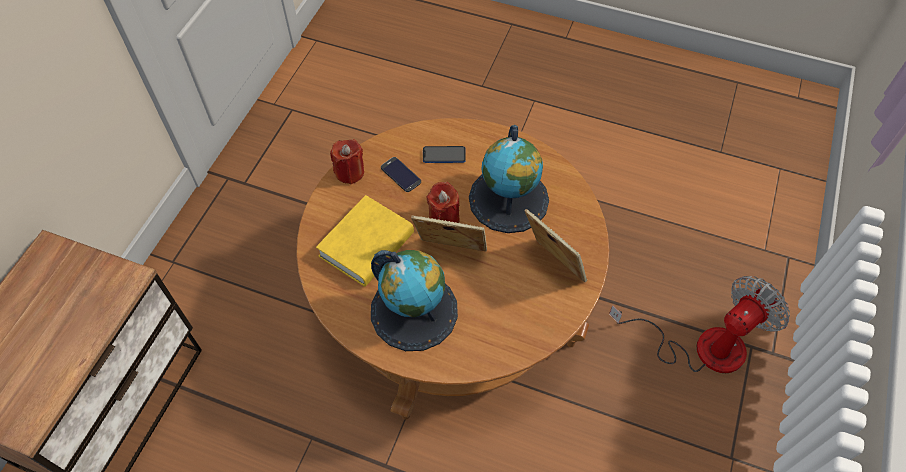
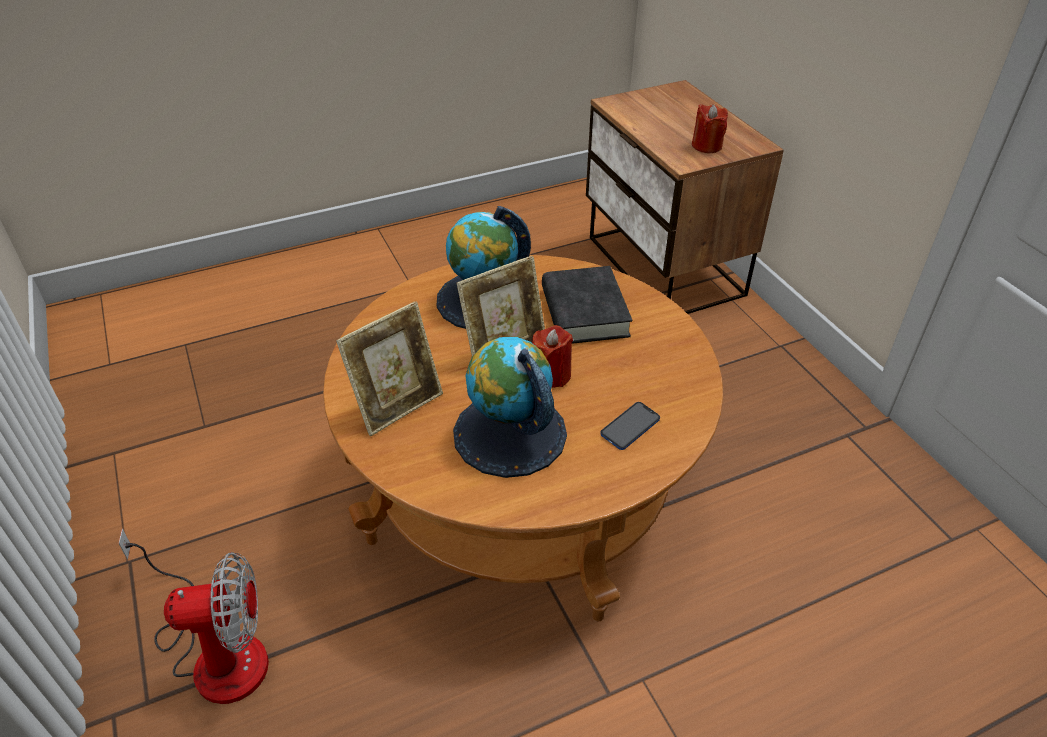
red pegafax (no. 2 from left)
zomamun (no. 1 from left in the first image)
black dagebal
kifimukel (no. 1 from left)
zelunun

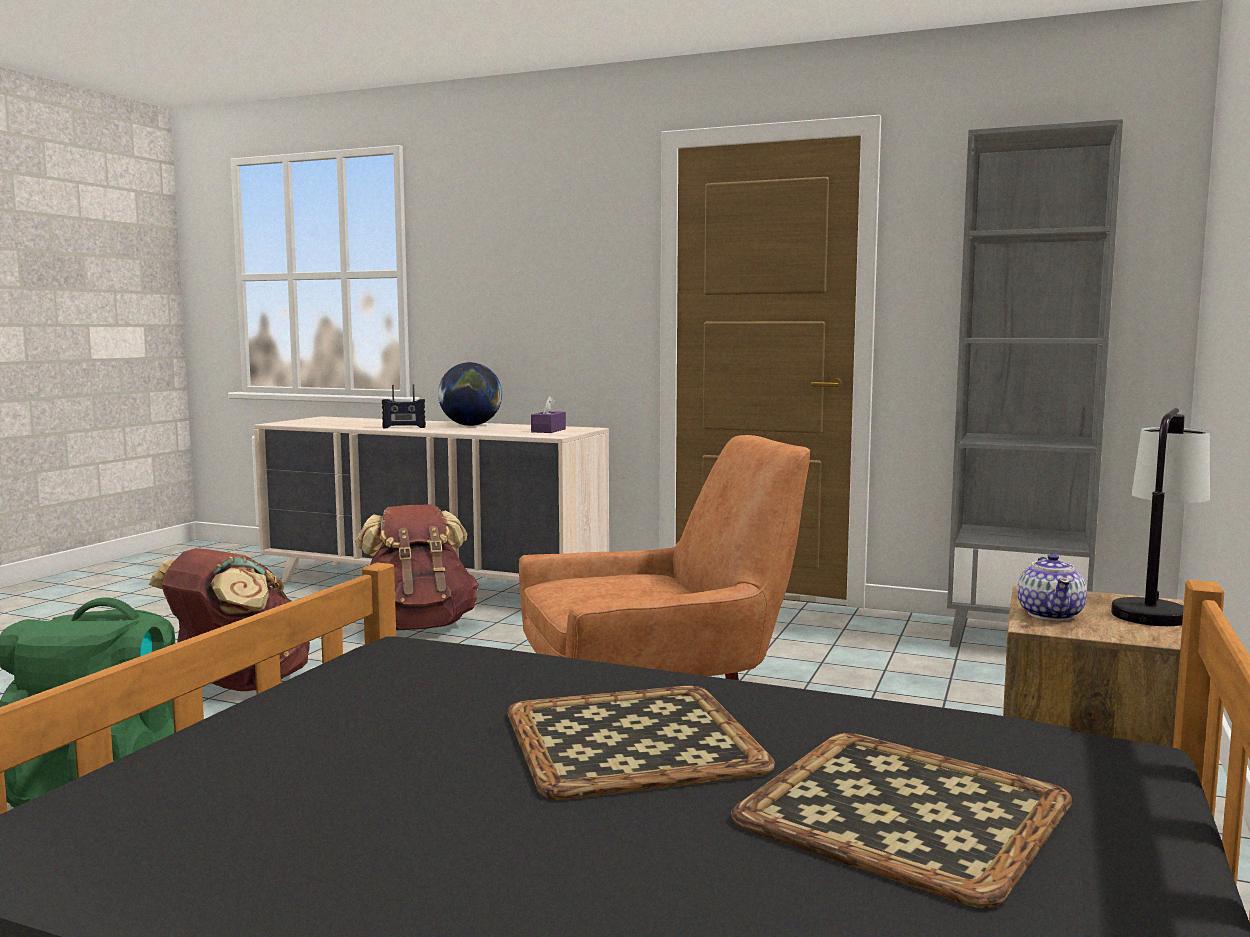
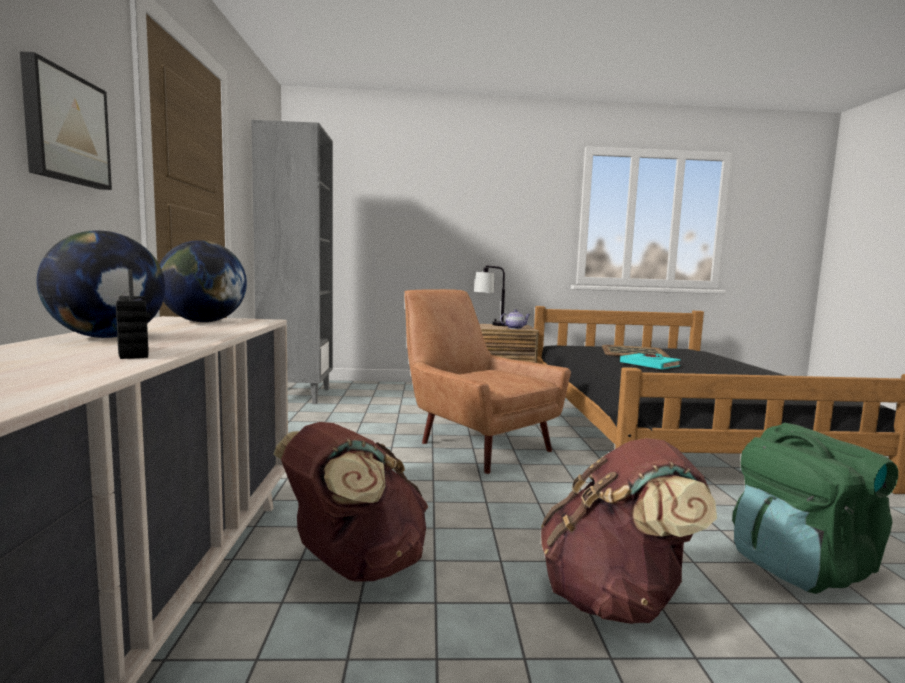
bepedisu (no. 2 from left)
turquoise dagebal
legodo

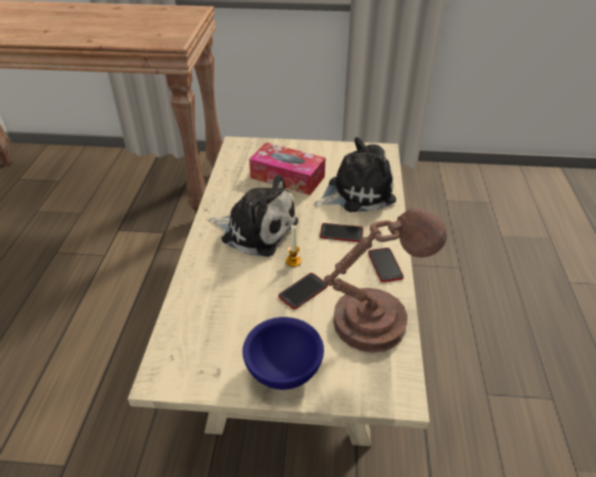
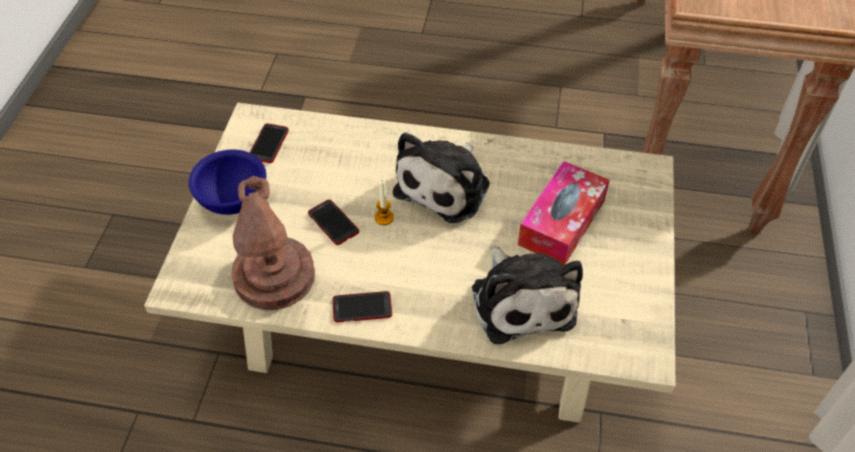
zomamun (no. 1 from left)

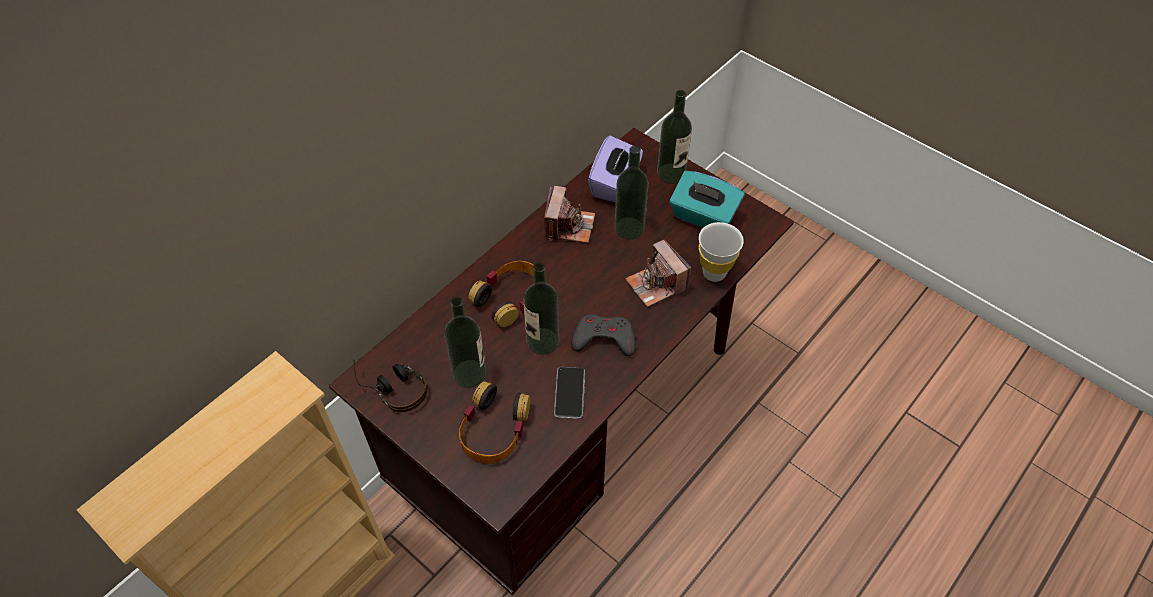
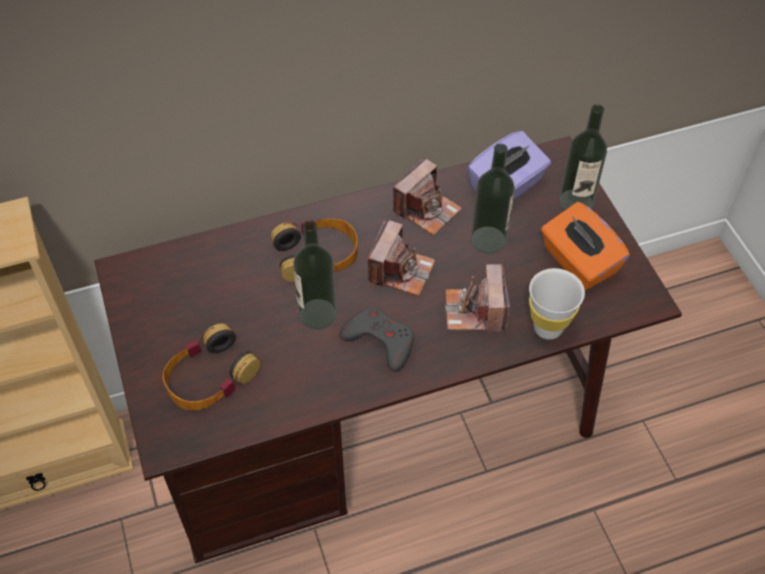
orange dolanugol
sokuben (no. 1 from left in the first image)
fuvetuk (no. 1 from left in the first image)
zomamun
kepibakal (no. 1 from left)

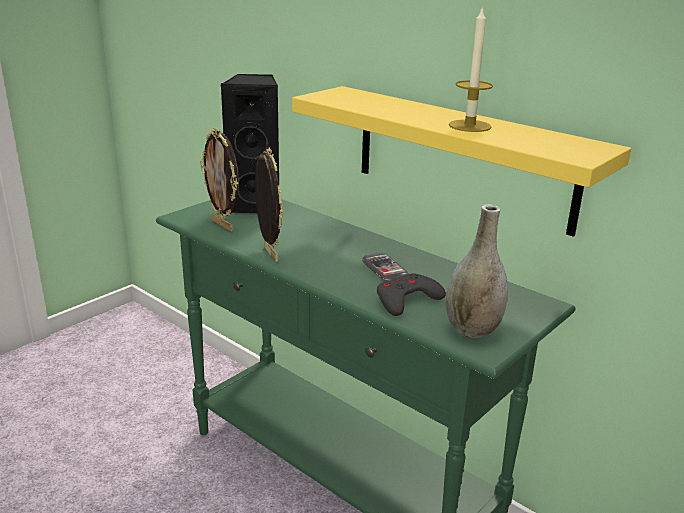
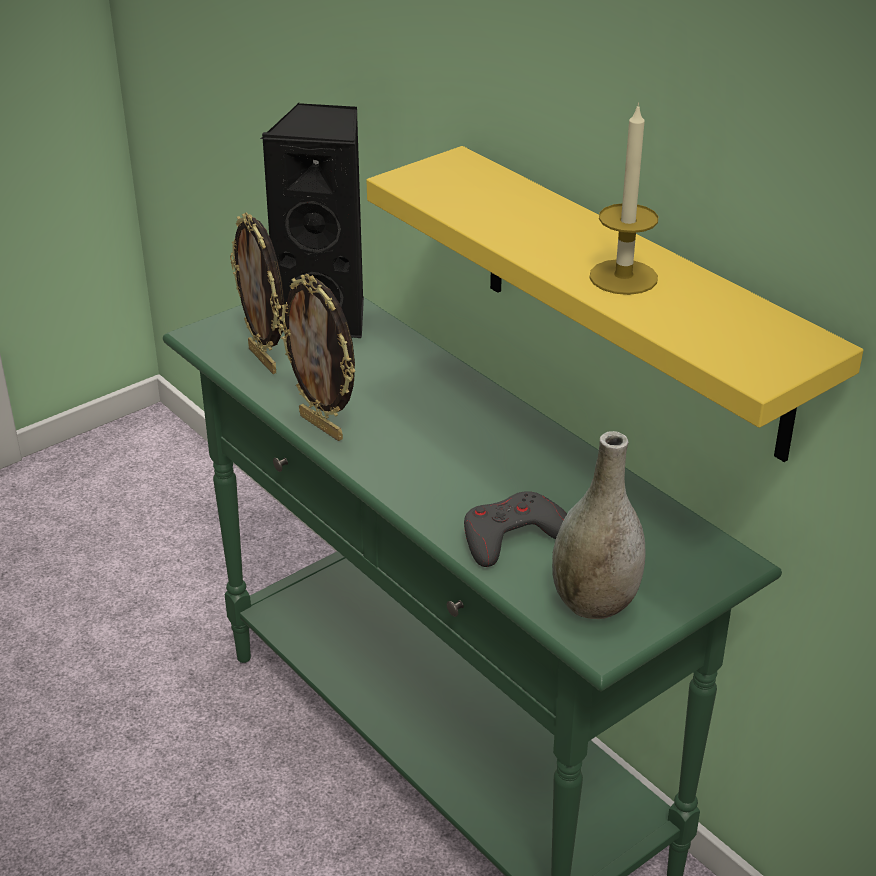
kifimukel (no. 2 from left)
zomamun

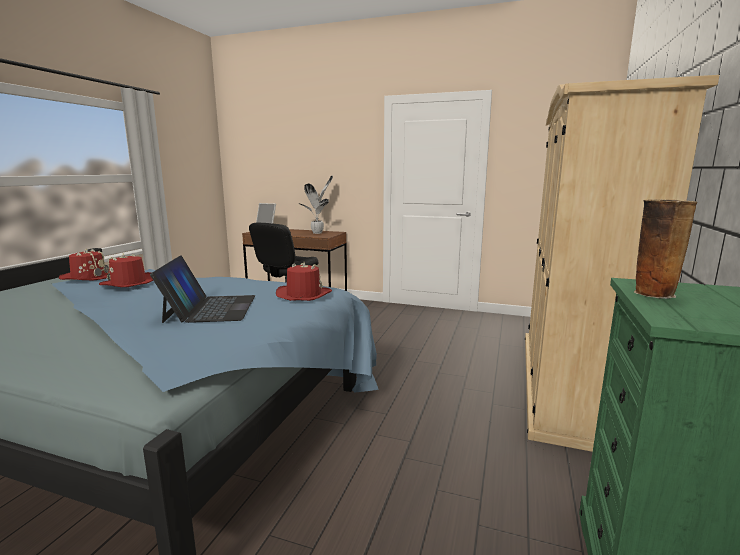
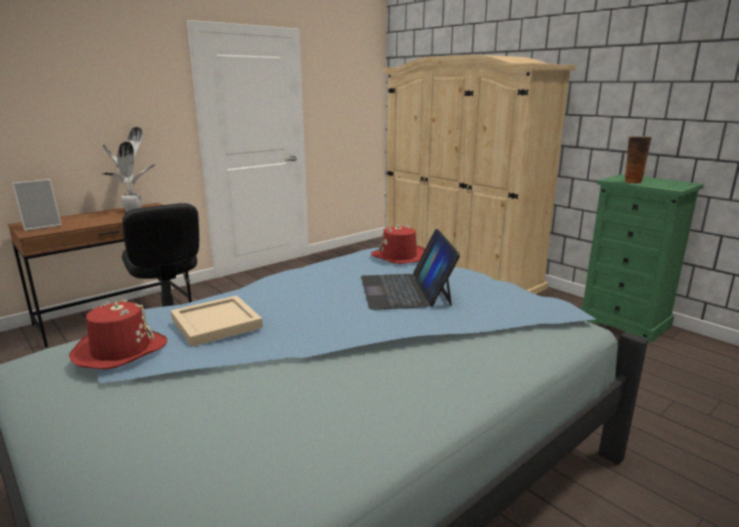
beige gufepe
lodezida

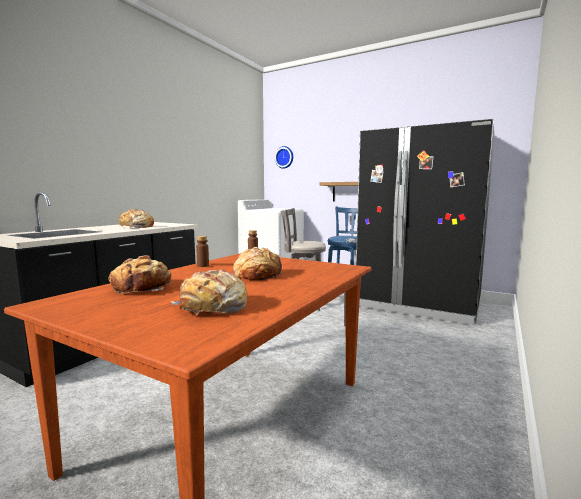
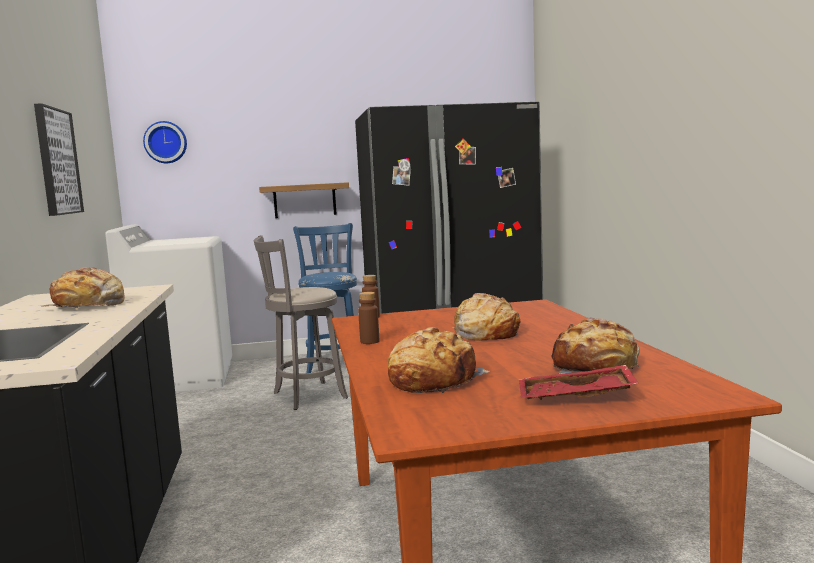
legodo
red gufepe

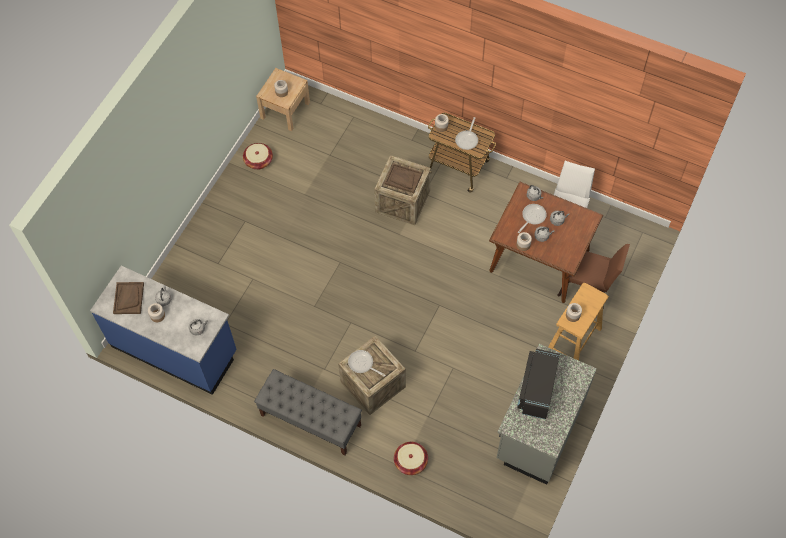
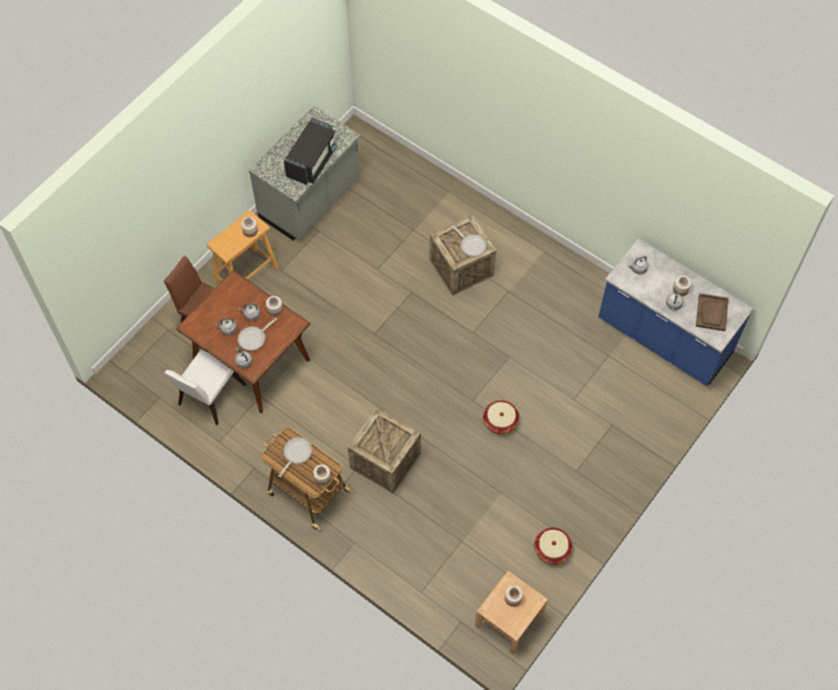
brown gufepe (no. 2 from left in the first image)
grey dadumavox
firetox (no. 1 from left)

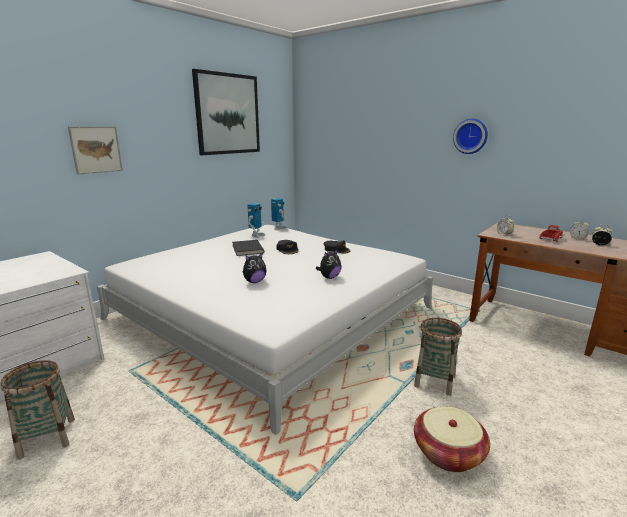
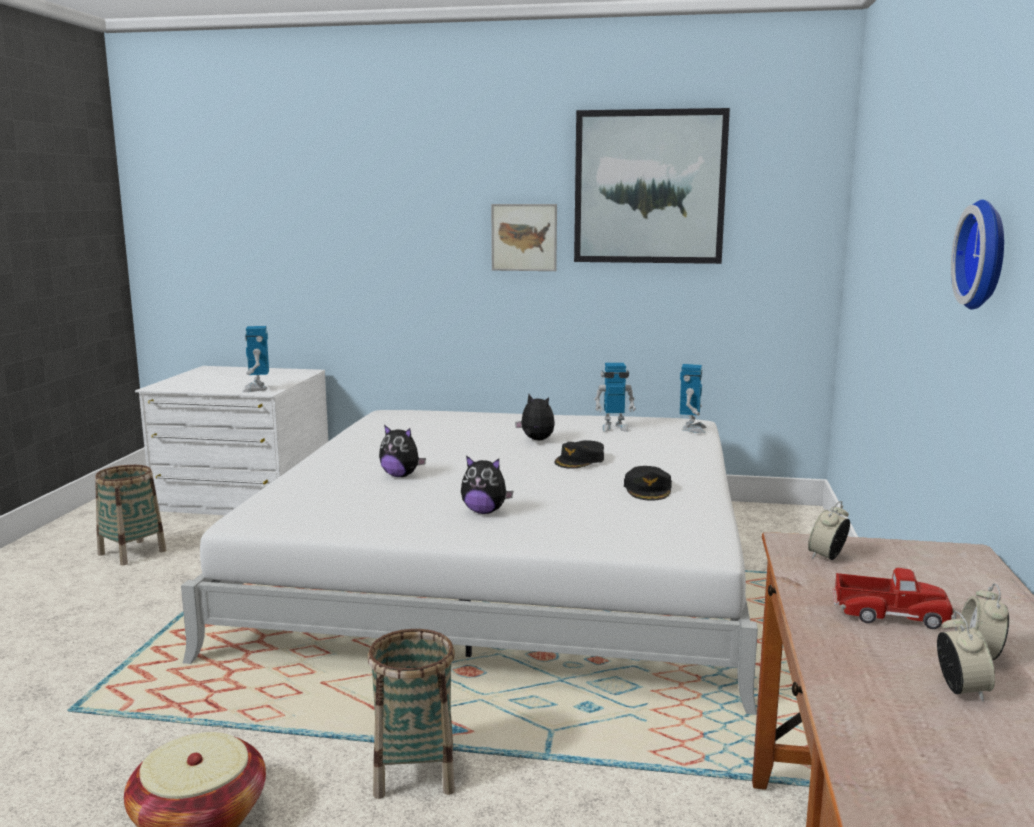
legodo (no. 1 from left)
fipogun (no. 3 from left)
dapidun (no. 1 from left)

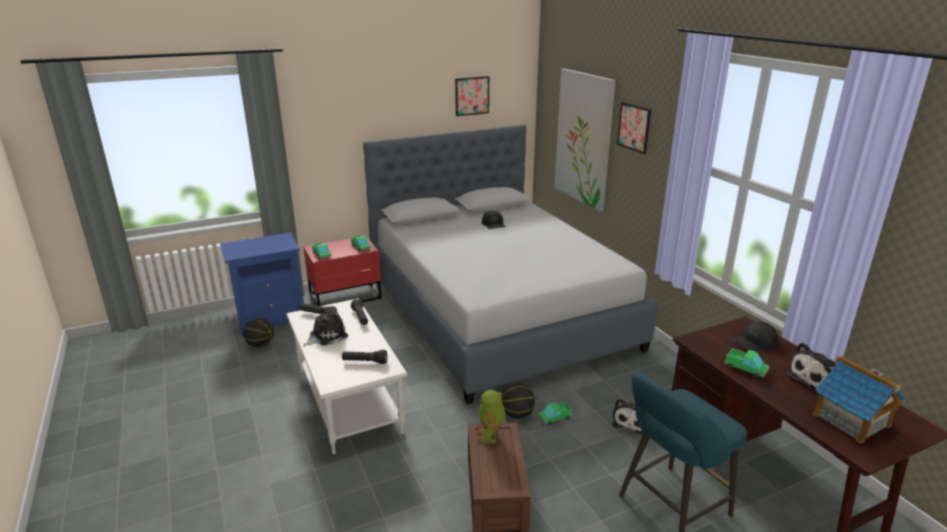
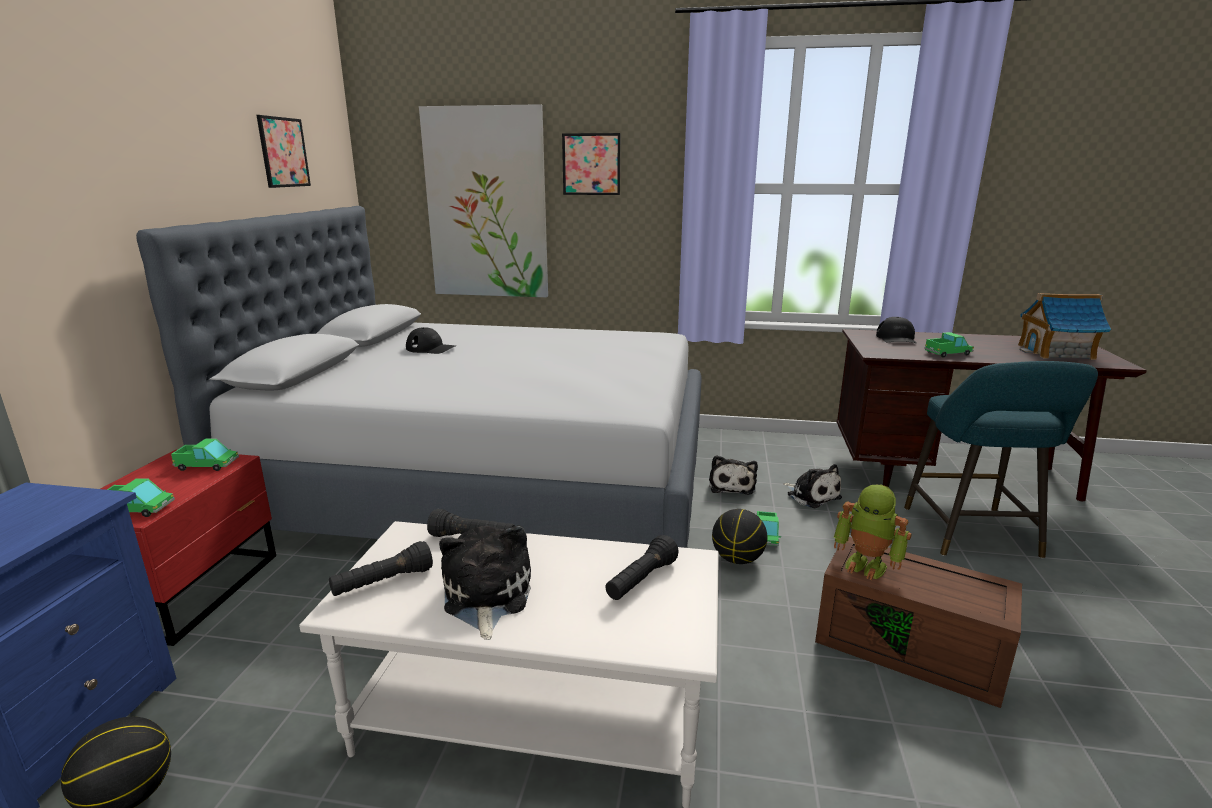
fipogun (no. 2 from left)

